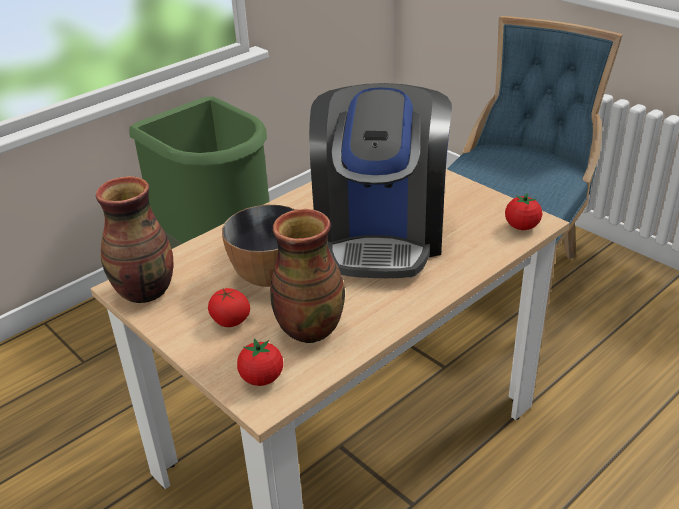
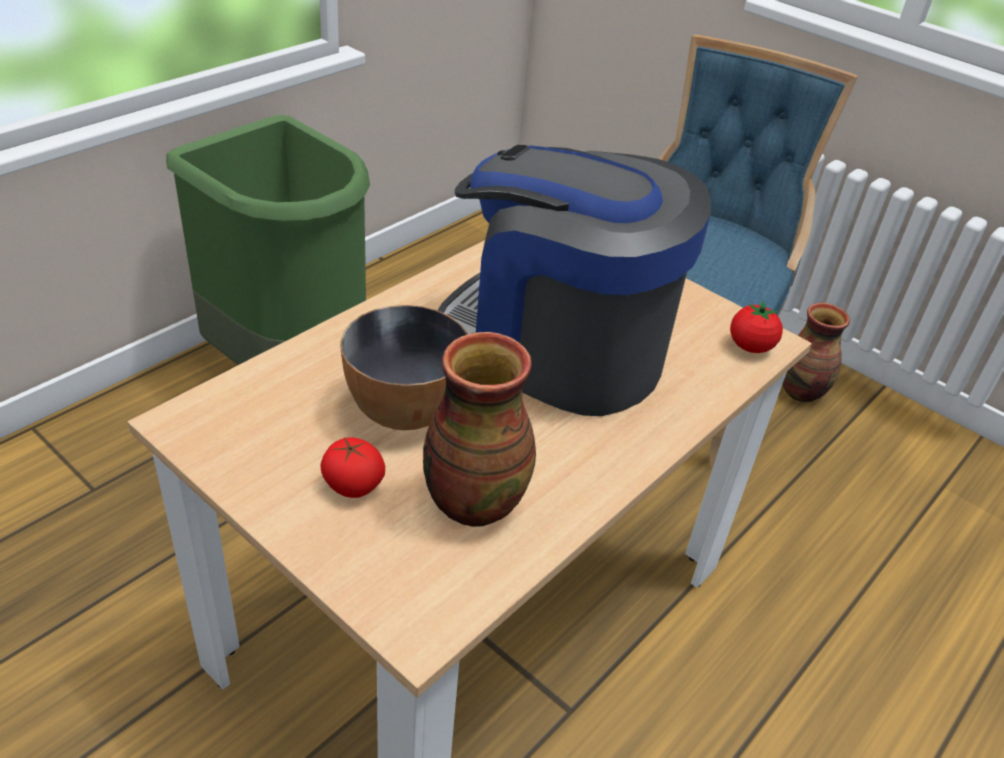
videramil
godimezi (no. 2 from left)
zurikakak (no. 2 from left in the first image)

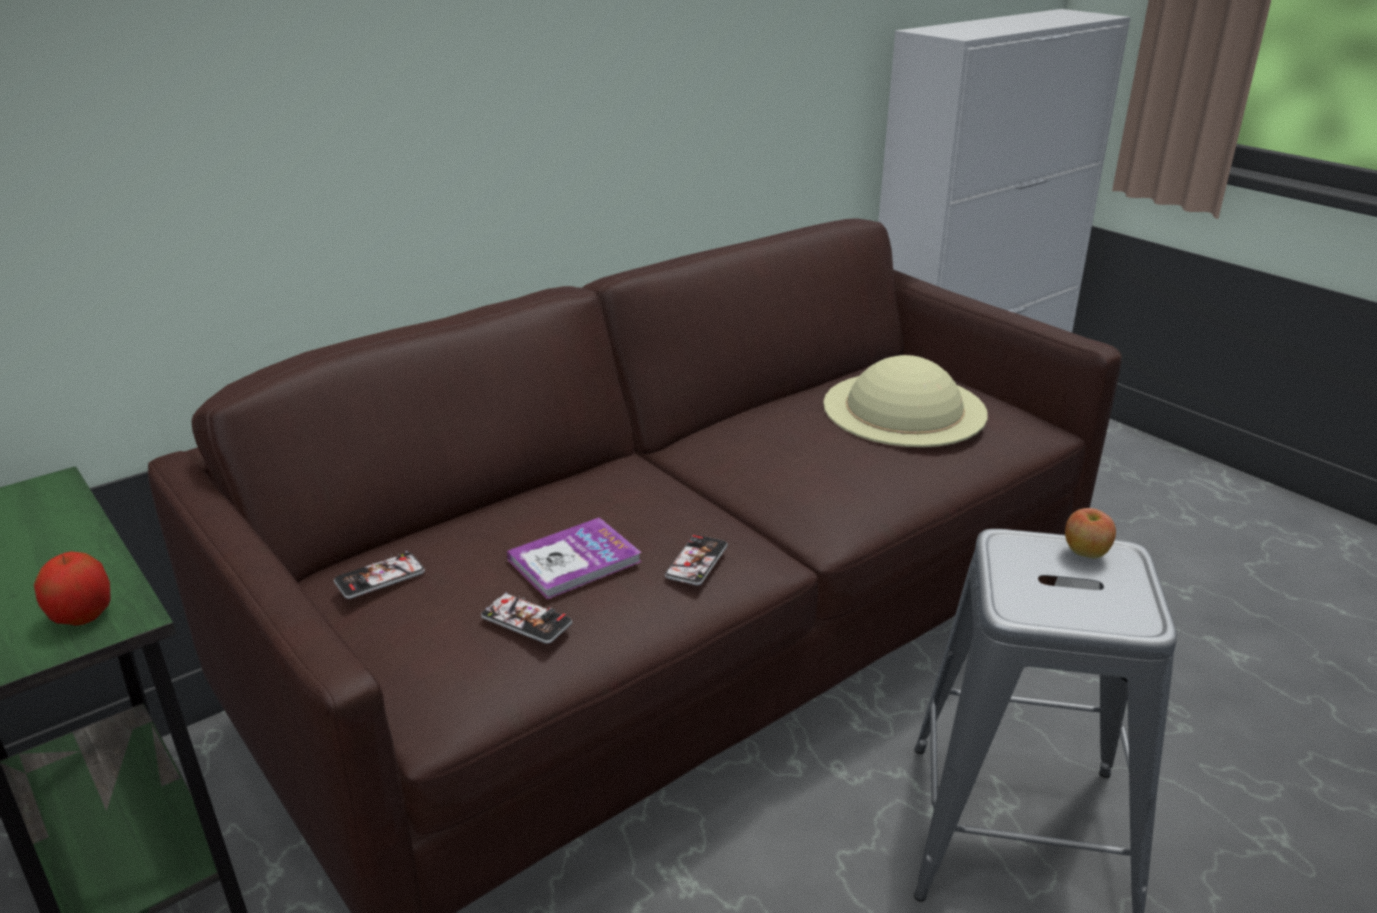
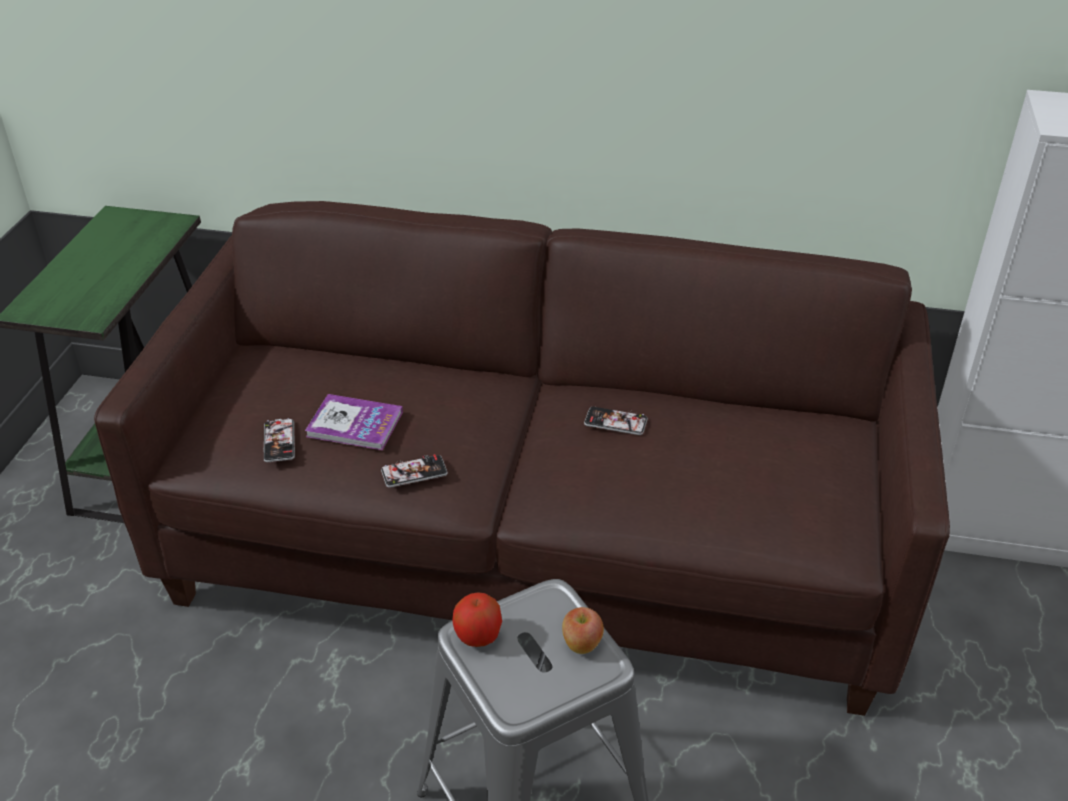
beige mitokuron
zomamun (no. 3 from left)
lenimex (no. 1 from left)

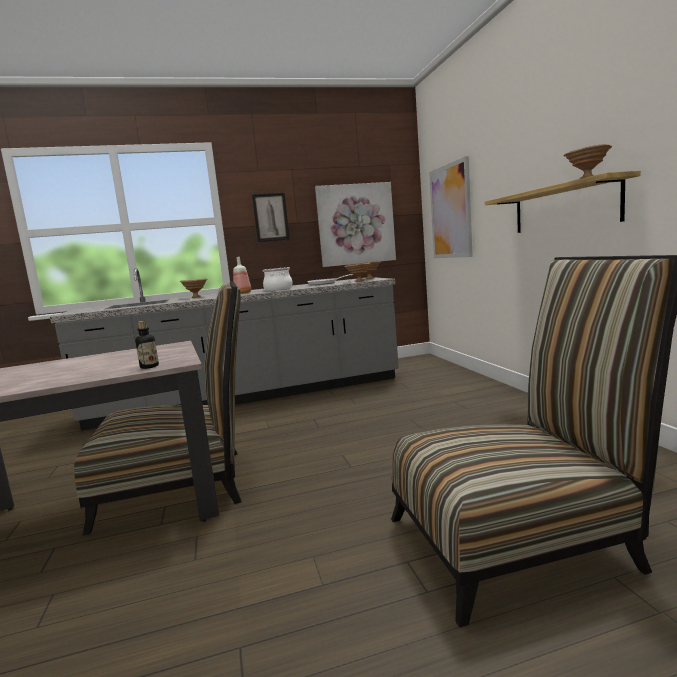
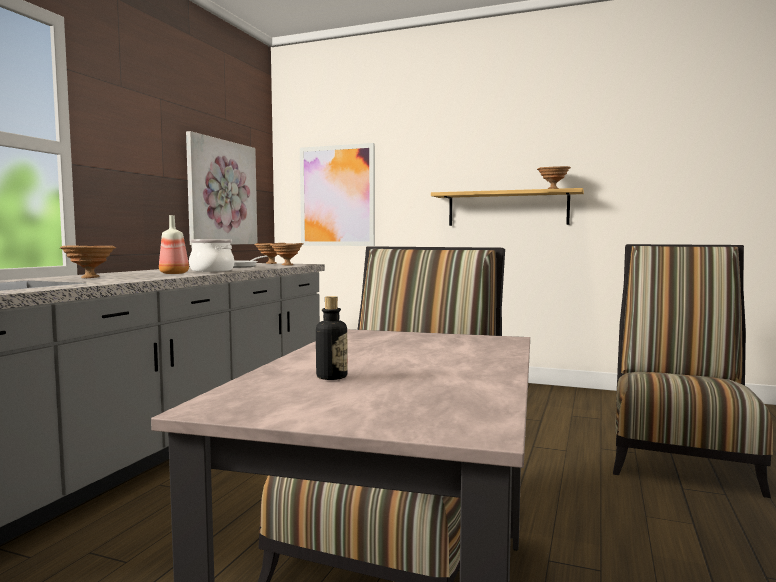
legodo (no. 1 from left in the first image)
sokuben (no. 2 from left)

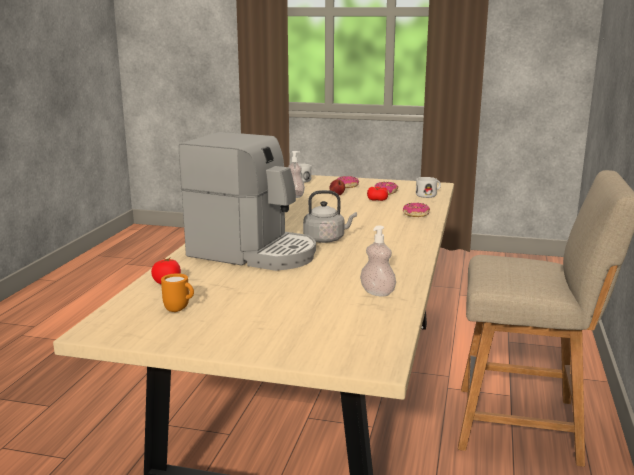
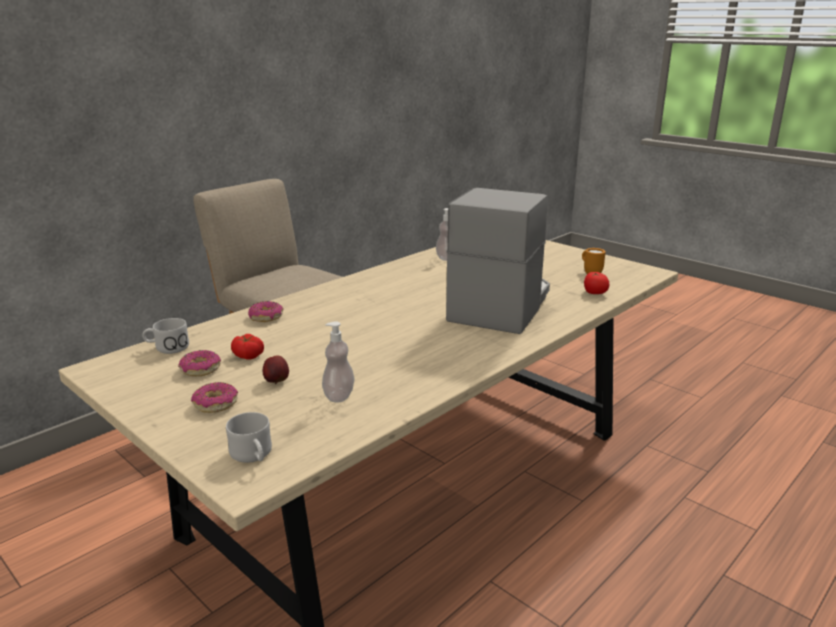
videramil
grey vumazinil

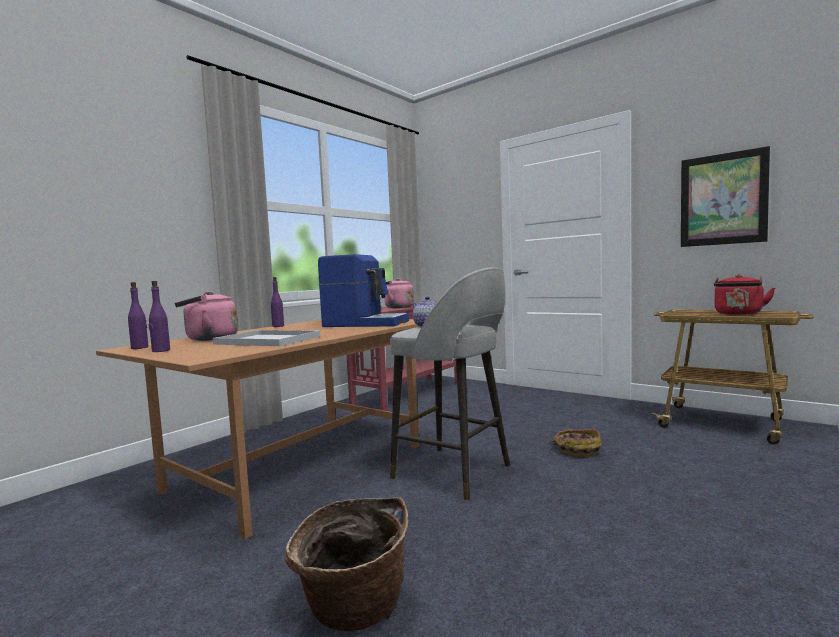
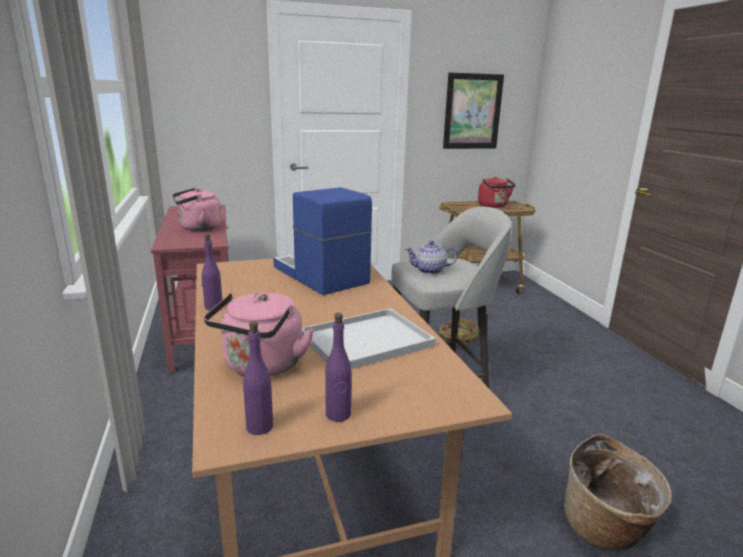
videramil

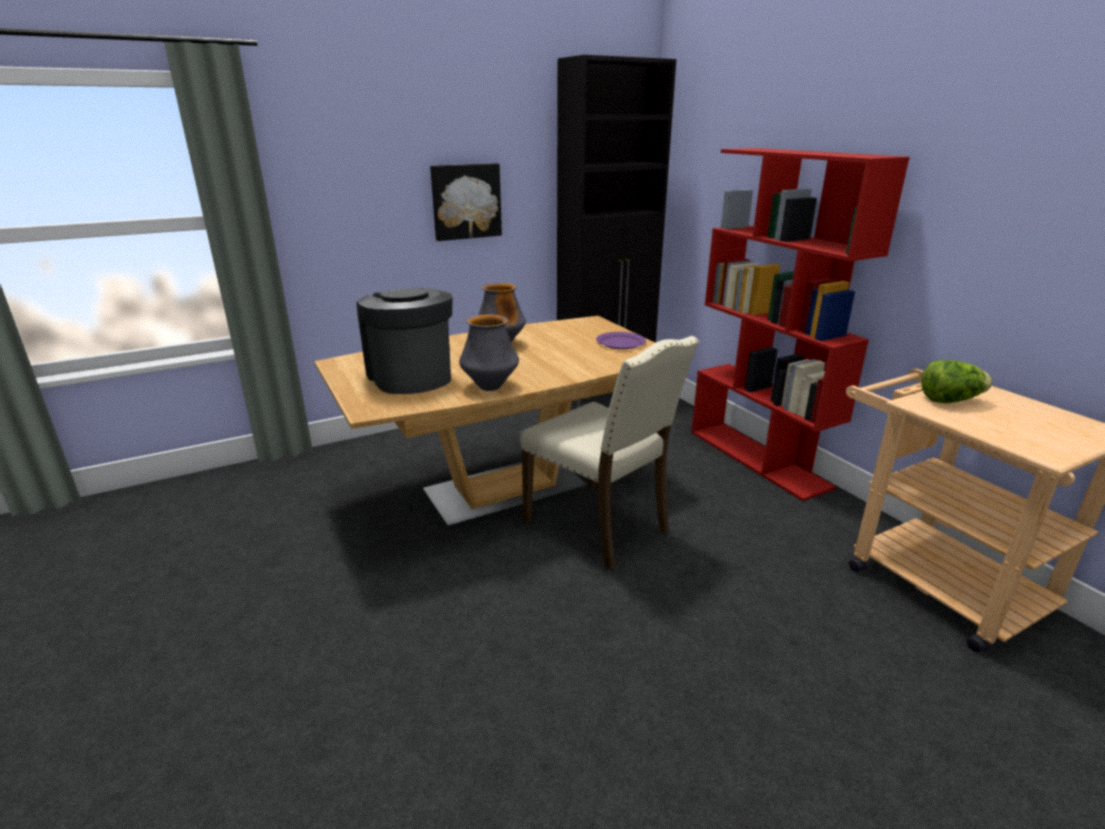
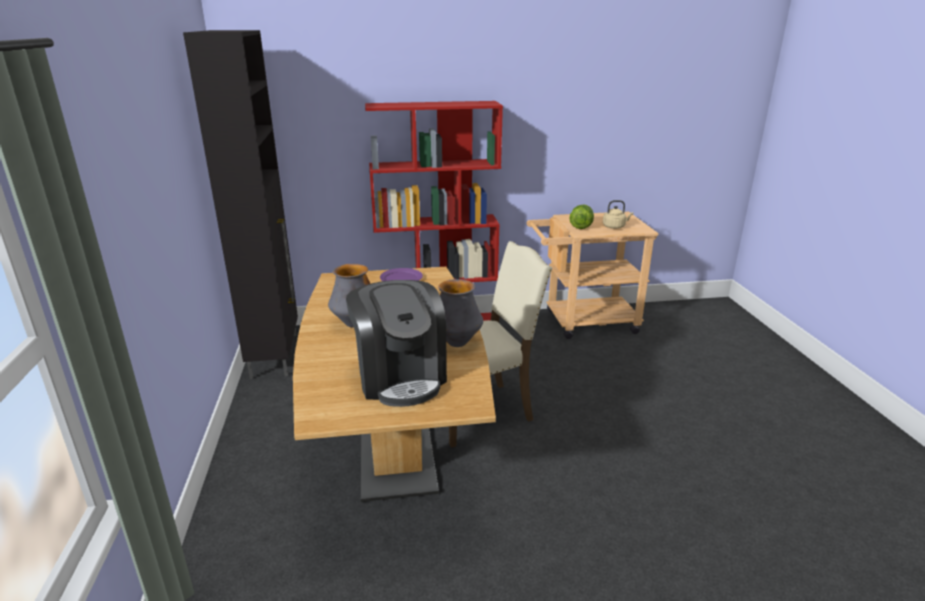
legodo
videramil
beige vumazinil

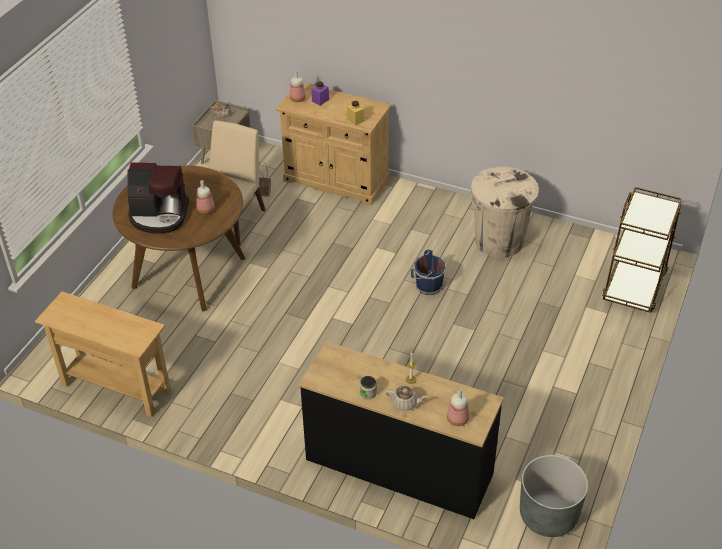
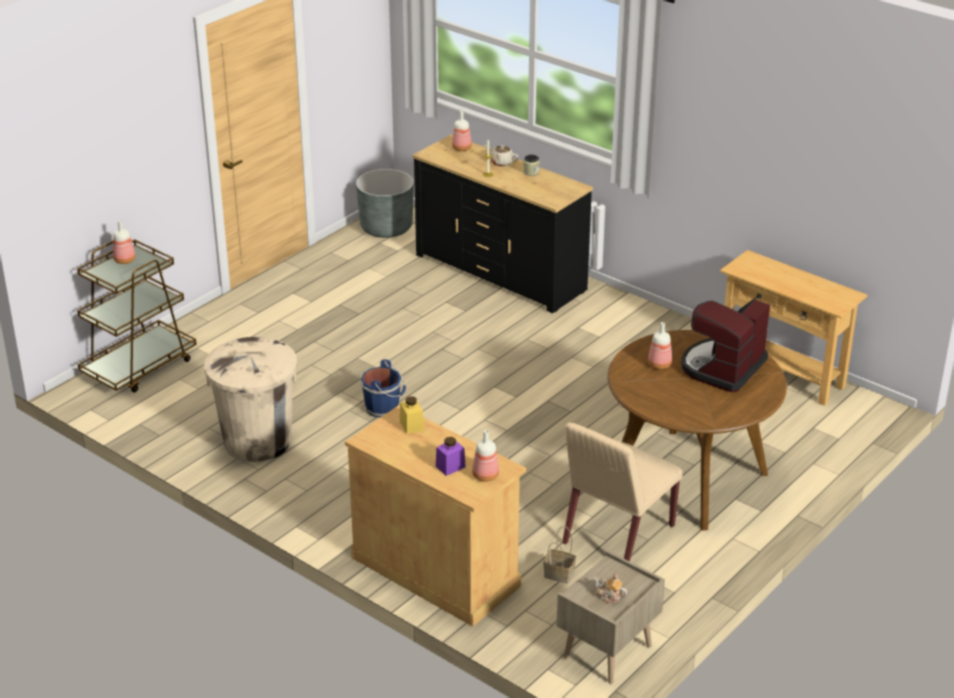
videramil
sokuben (no. 1 from left)

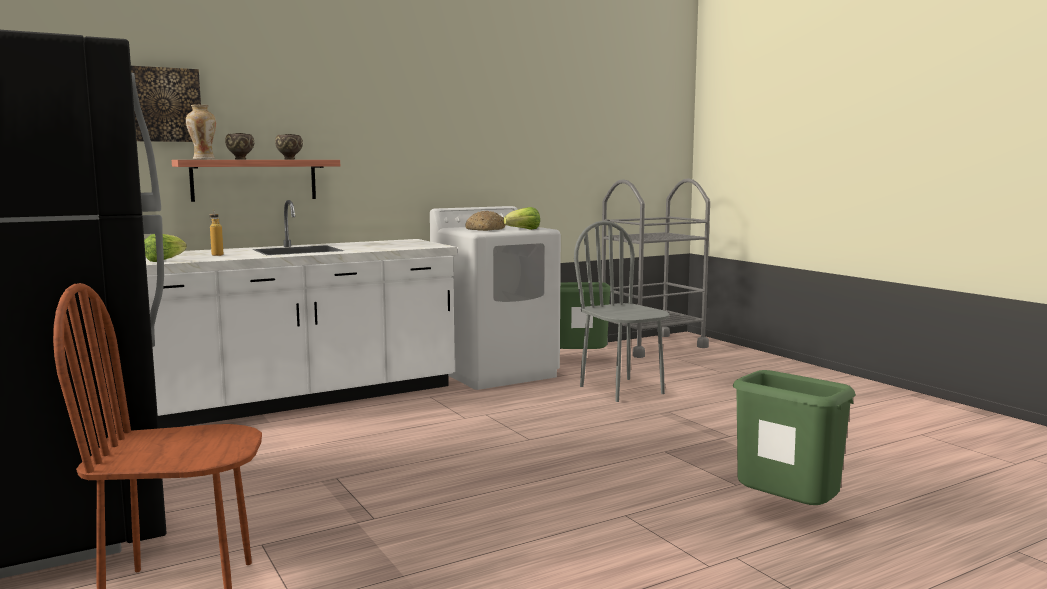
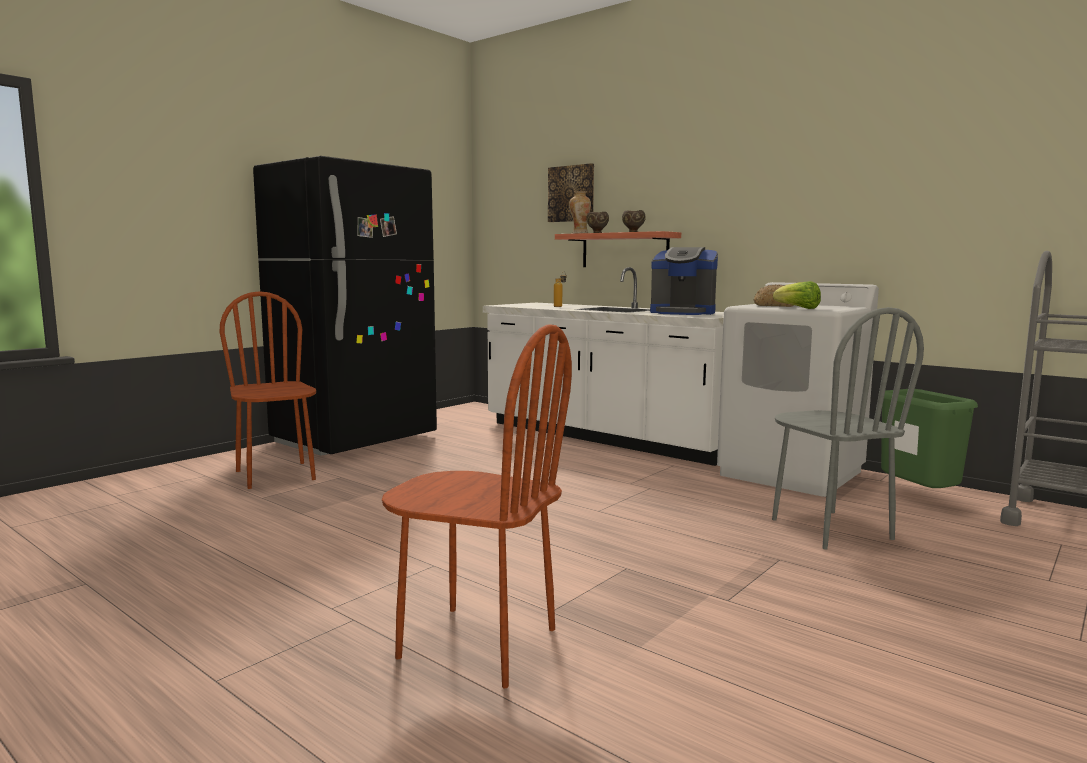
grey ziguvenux
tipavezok (no. 1 from left in the first image)
brown ziguvenux (no. 2 from left)
videramil

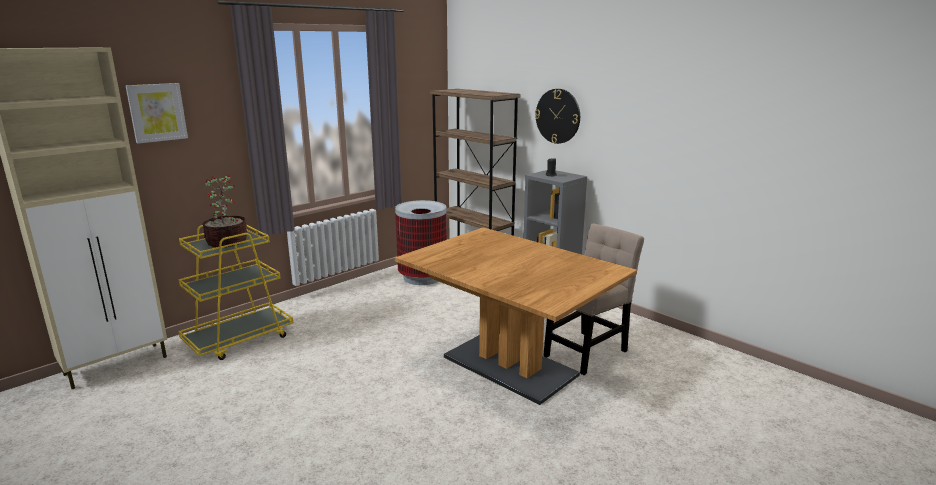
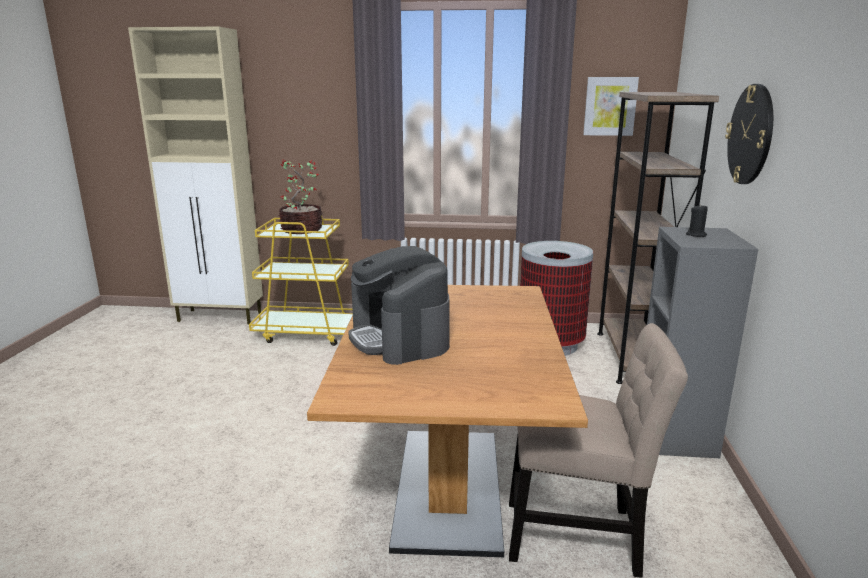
legodo
videramil

